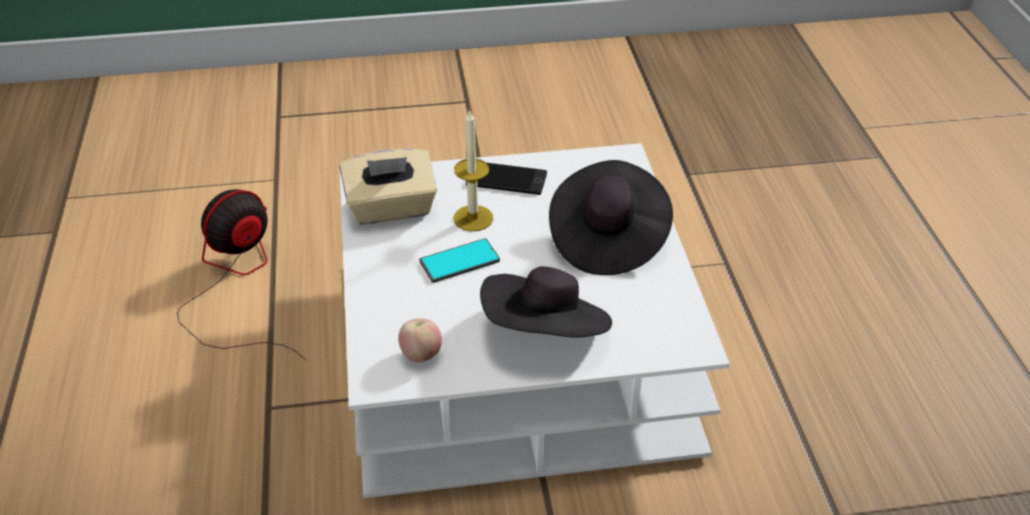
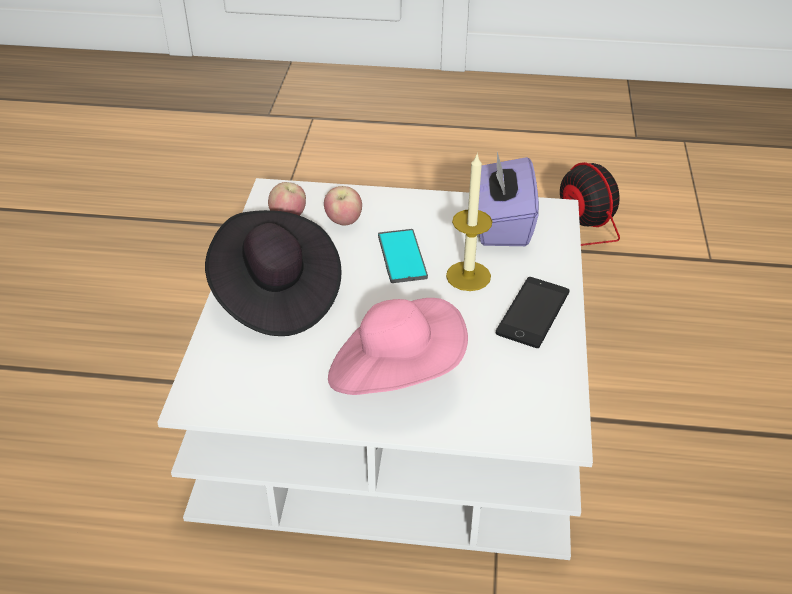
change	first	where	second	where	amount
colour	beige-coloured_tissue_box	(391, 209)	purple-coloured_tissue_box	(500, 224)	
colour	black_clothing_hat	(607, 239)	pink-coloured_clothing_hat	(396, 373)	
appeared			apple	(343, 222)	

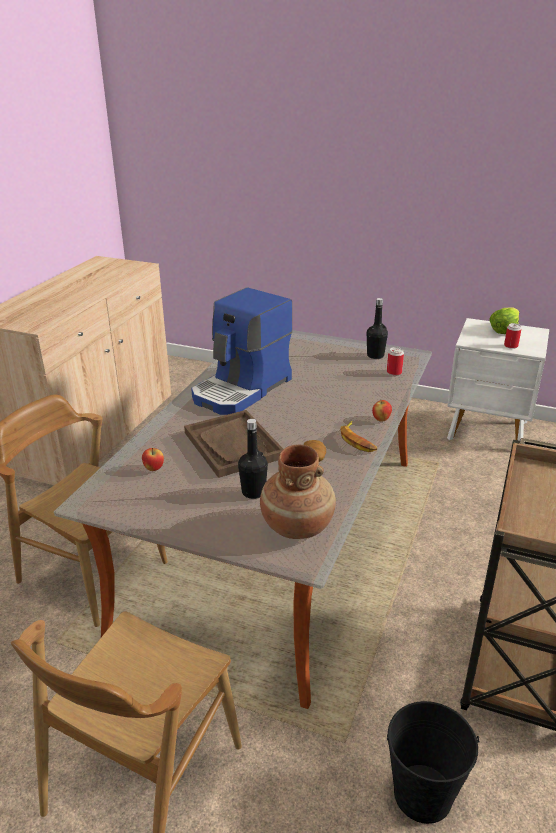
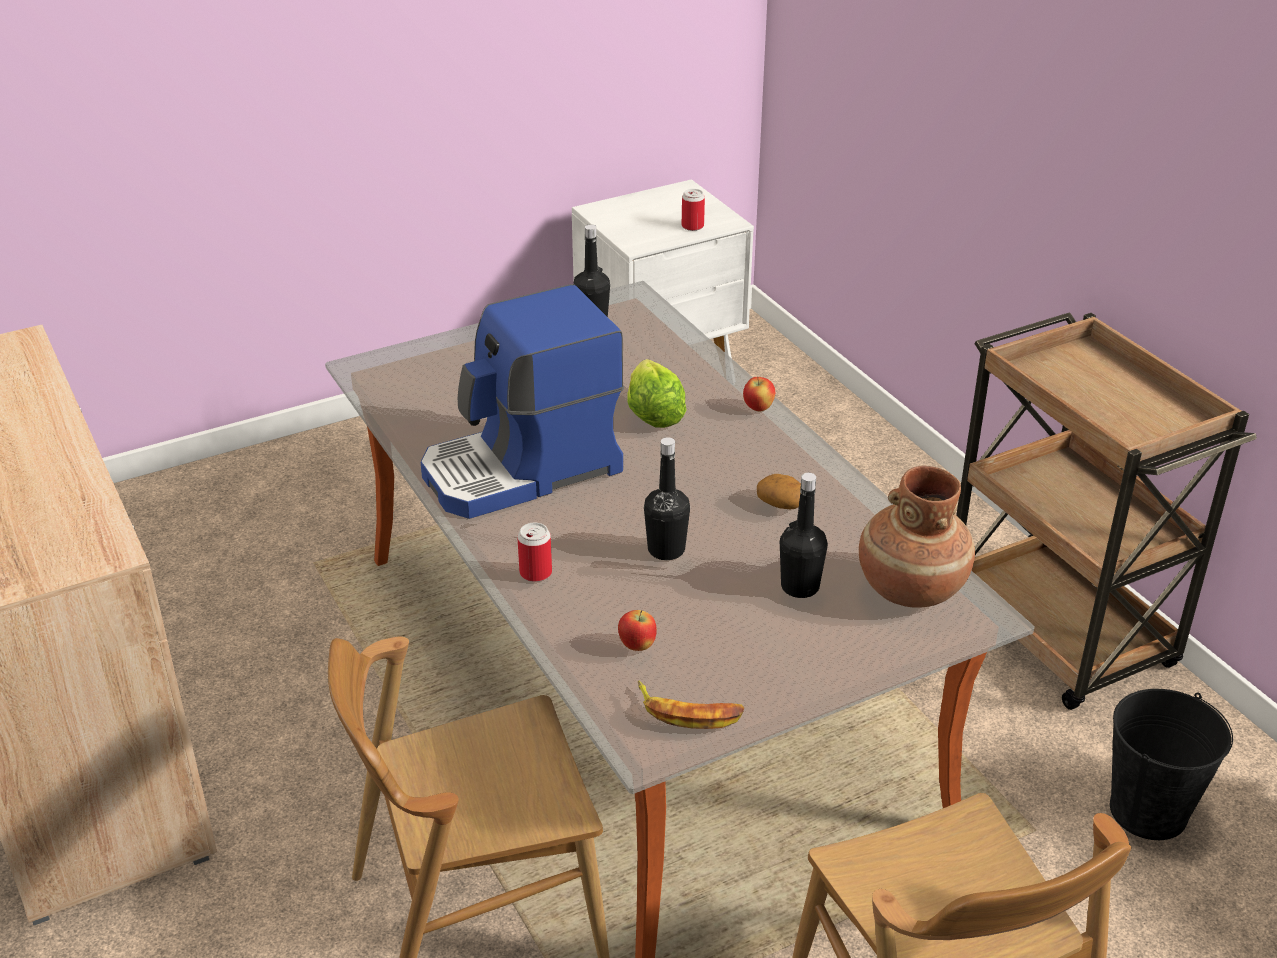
change	first	where	second	where	amount
exchanged	brown-coloured_serving_tray	(233, 445)	black_beverage_bottle	(666, 550)	
spun	coffee_machine	(242, 389)		(523, 470)	75 degrees clockwise
relocated	whole_banana	(357, 440)		(689, 712)	
relocated	can	(394, 372)		(535, 573)	
relocated	lettuce	(504, 330)		(653, 413)	

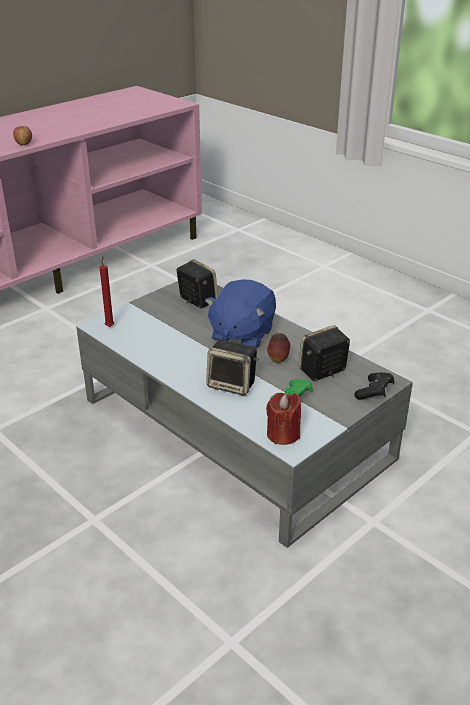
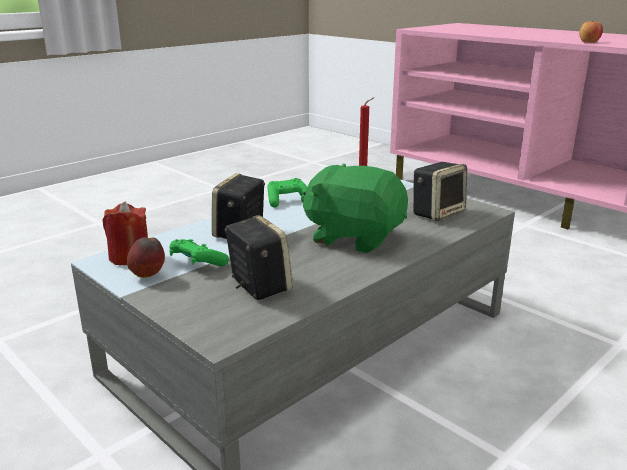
change	first	where	second	where	amount
colour	bluish_cuddly_toy	(241, 335)	green-coloured_cuddly_toy	(354, 237)	
relocated	apple	(278, 359)		(148, 276)	
missing	black_gamepad	(374, 393)			
appeared			green-coloured_gamepad	(287, 201)	

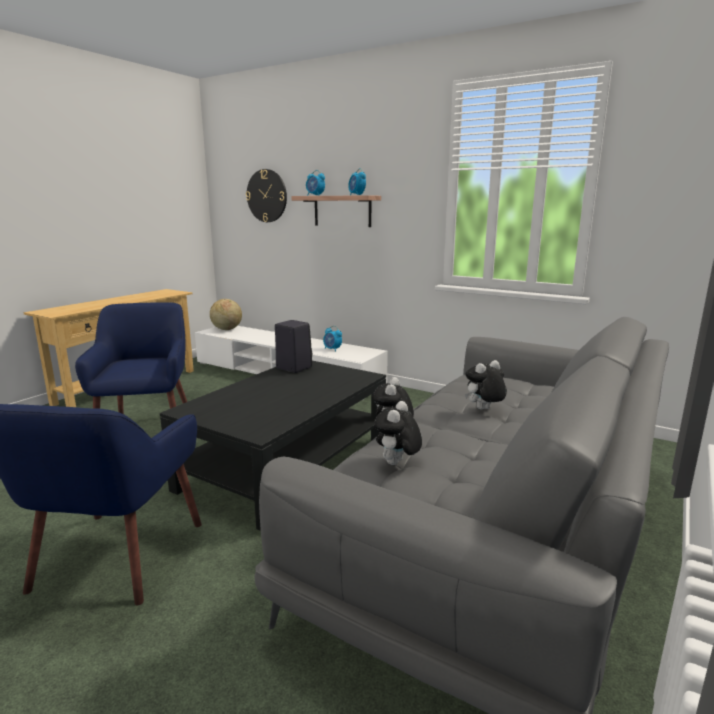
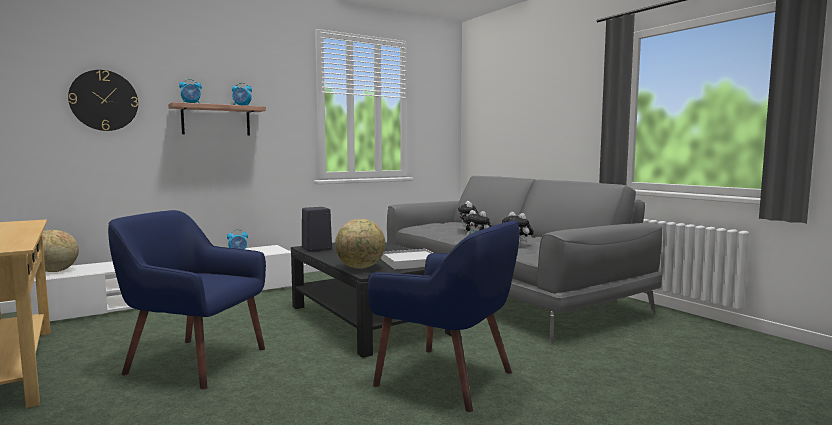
change	first	where	second	where	amount
appeared			globe	(360, 268)	
appeared			white-coloured_serving_tray	(411, 262)	

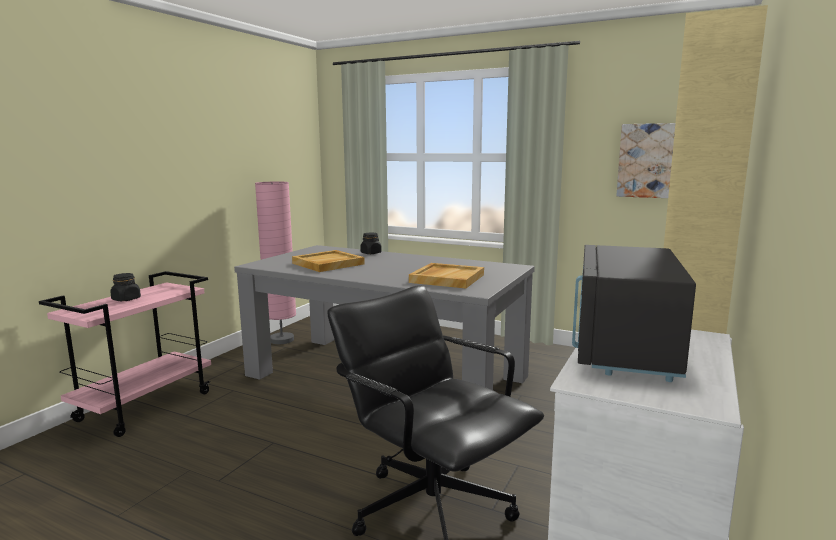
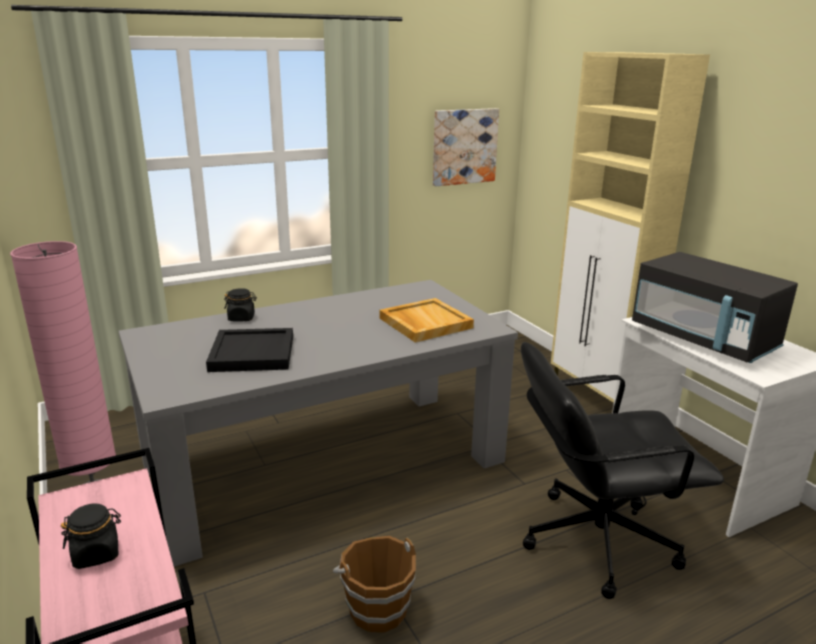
change	first	where	second	where	amount
colour	beige-coloured_serving_tray	(328, 264)	black_serving_tray	(253, 353)	
appeared			brown-coloured_water_bucket	(377, 608)	

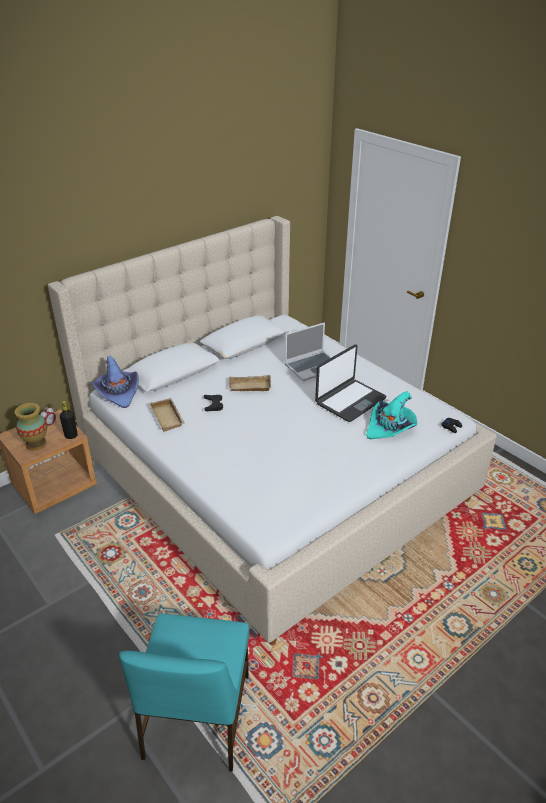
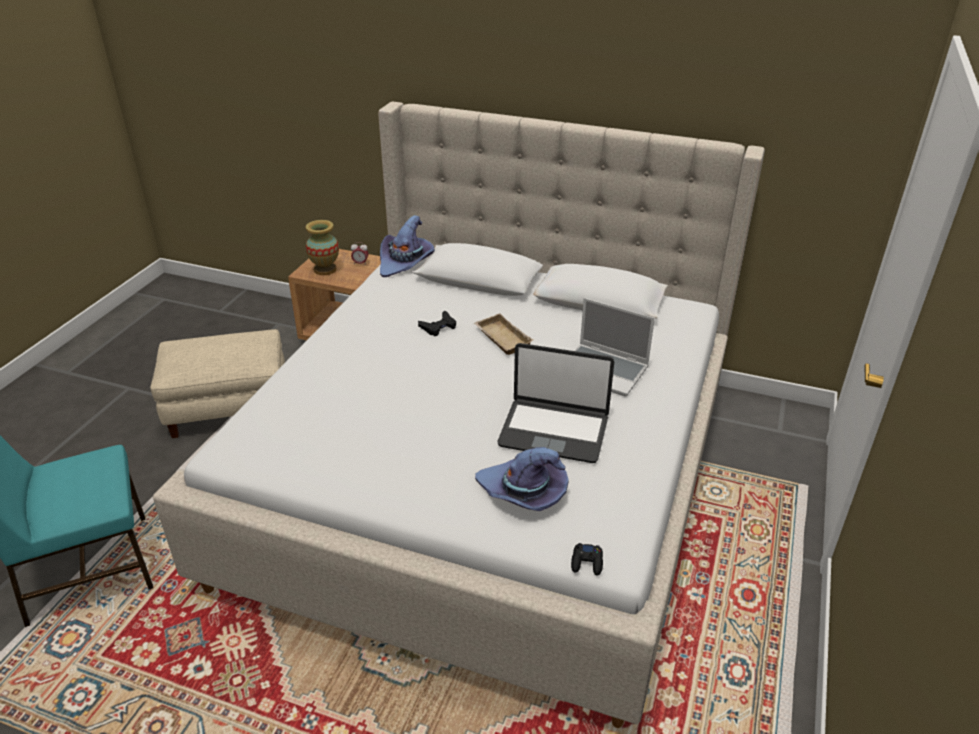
change	first	where	second	where	amount
missing	black_beverage_bottle	(71, 436)			
missing	beige-coloured_serving_tray	(168, 417)			
colour	blue-green_clothing_hat	(390, 427)	purple-coloured_clothing_hat	(523, 492)	
appeared			beige-coloured_pouffe	(230, 406)	

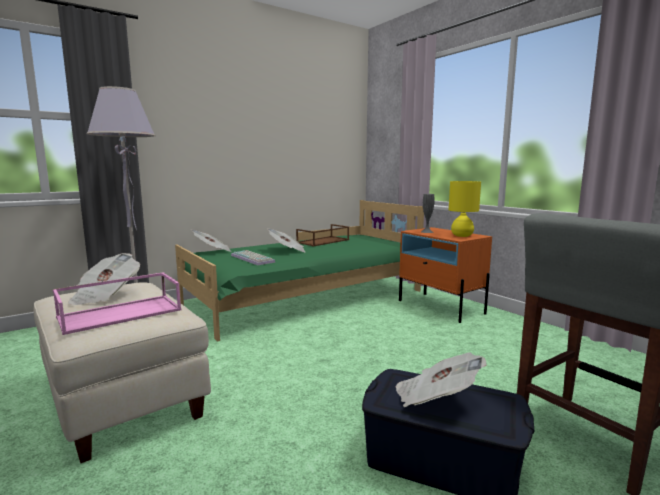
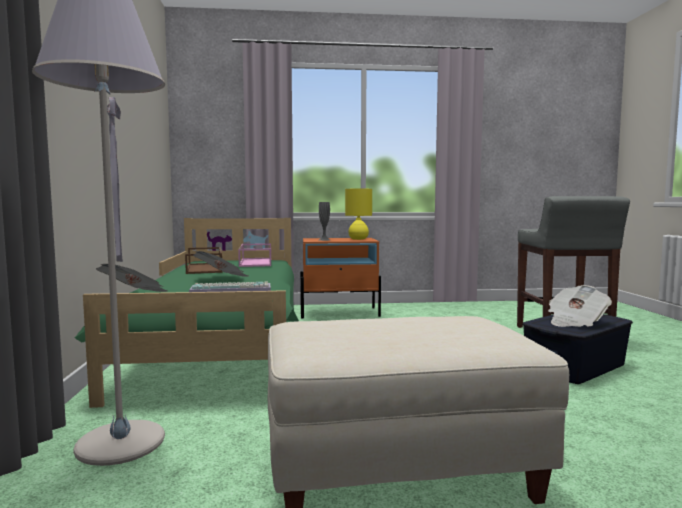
change	first	where	second	where	amount
relocated	pink-coloured_serving_tray	(121, 313)		(255, 262)	
missing	newspaper	(105, 295)			

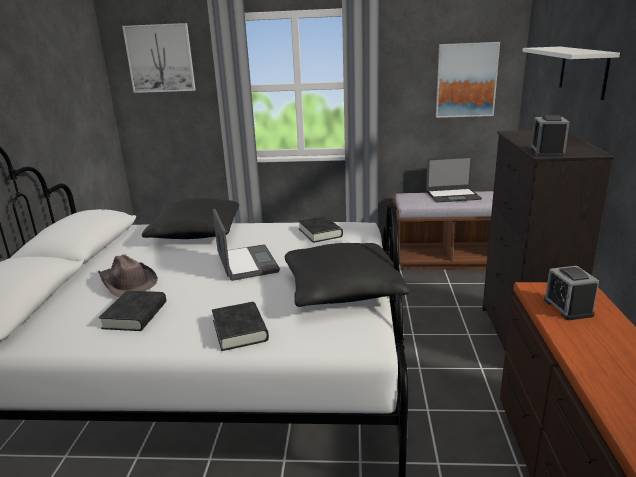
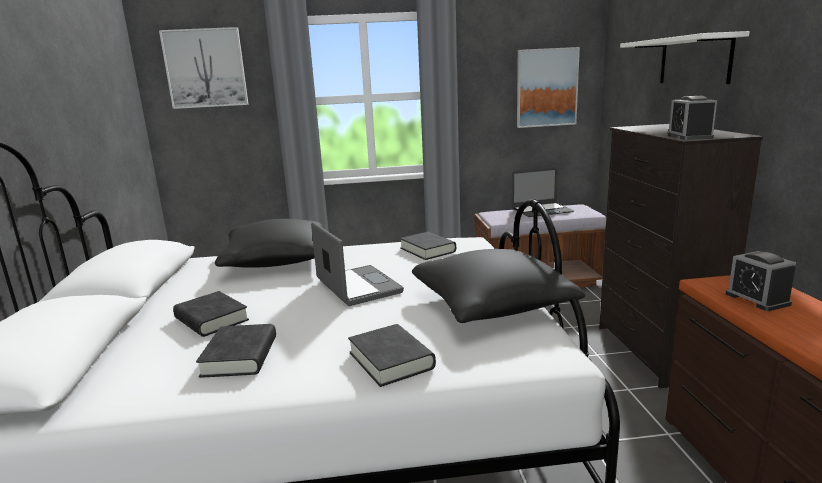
change	first	where	second	where	amount
exchanged	brown-coloured_clothing_hat	(127, 282)	black_volume	(211, 319)	

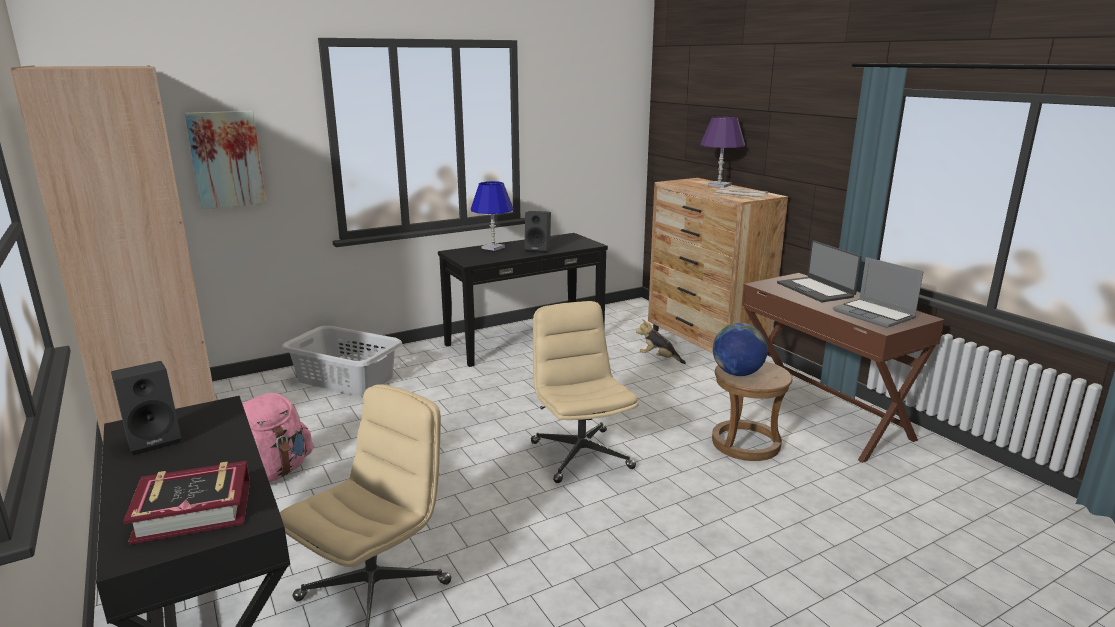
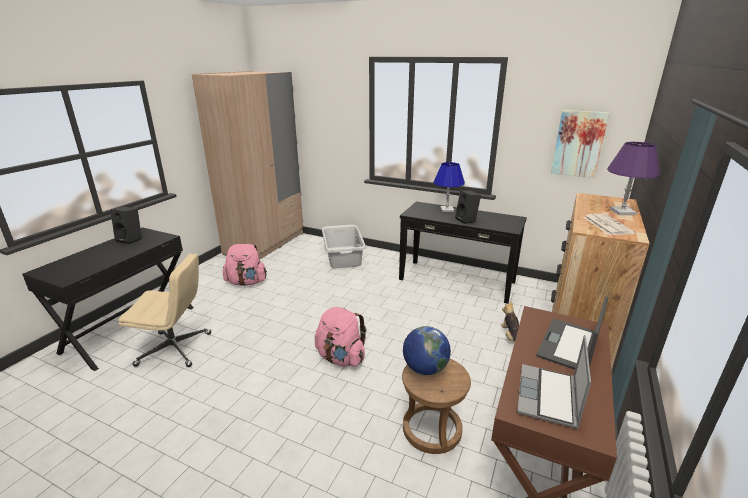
change	first	where	second	where	amount
missing	volume	(194, 510)			
relocated	picture	(226, 159)		(578, 144)	
exchanged	beige-coloured_office_chair	(580, 454)	pink-coloured_knapsack	(341, 358)	

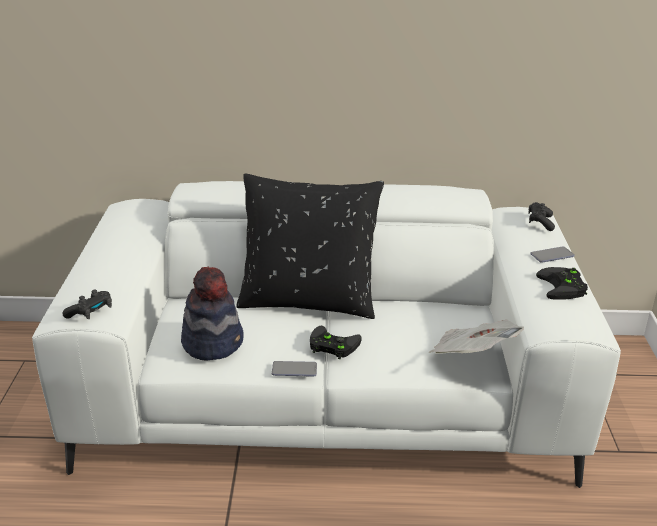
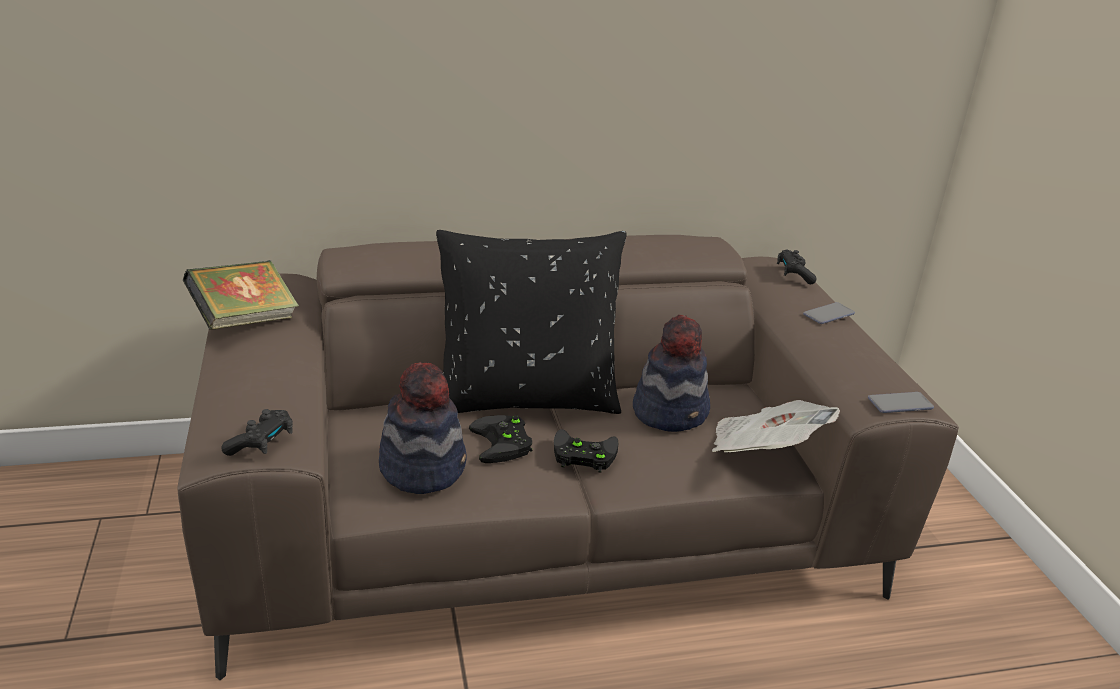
change	first	where	second	where	amount
colour	white-coloured_settee	(326, 401)	brown-coloured_settee	(546, 527)	
relocated	phone	(294, 370)		(900, 404)	
relocated	black_gamepad	(564, 288)		(504, 444)	
appeared			volume	(244, 321)	
appeared			clothing_hat	(671, 411)	

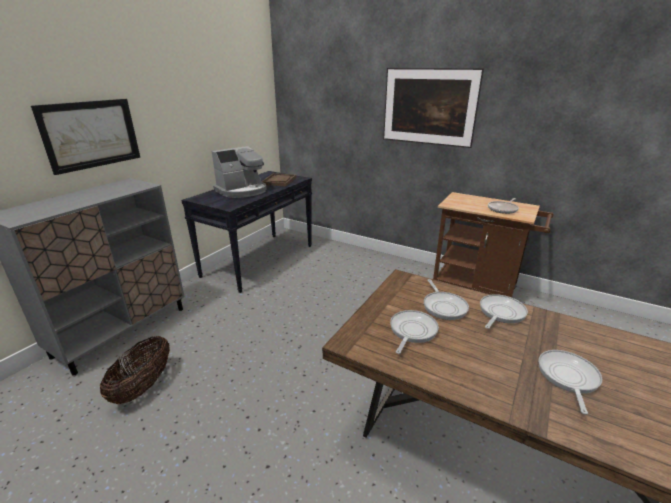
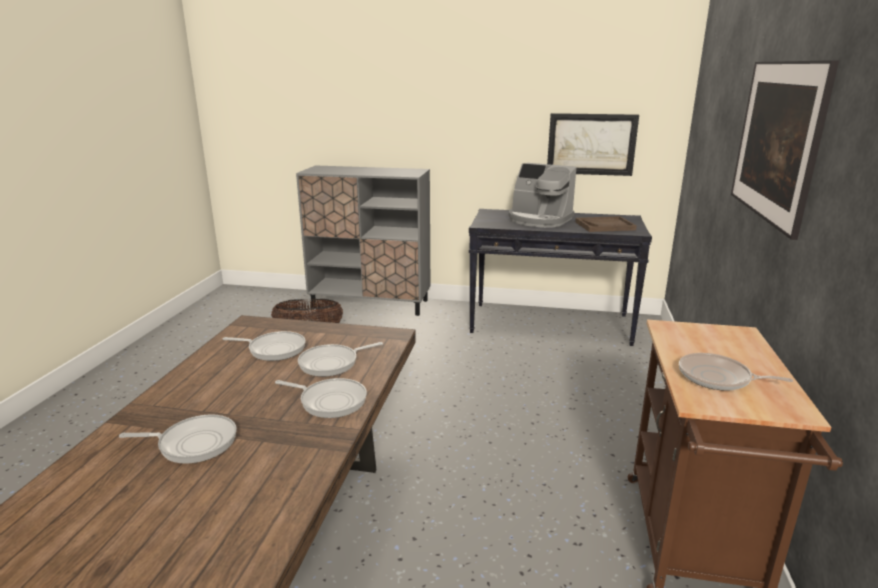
change	first	where	second	where	amount
relocated	picture	(91, 134)		(591, 144)	

